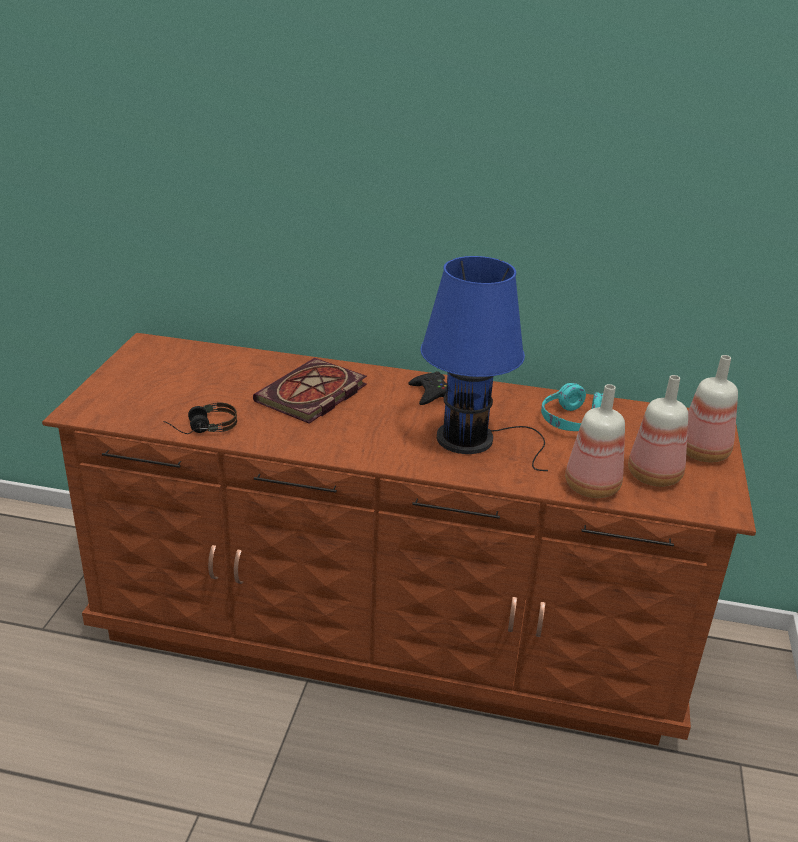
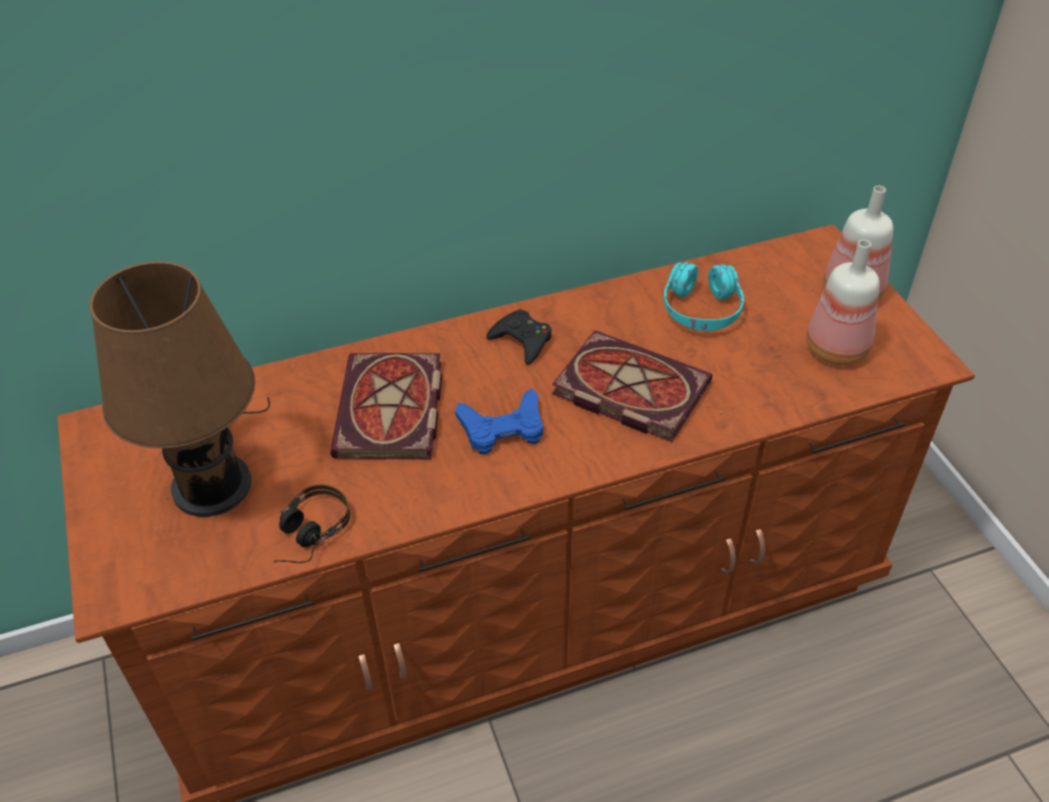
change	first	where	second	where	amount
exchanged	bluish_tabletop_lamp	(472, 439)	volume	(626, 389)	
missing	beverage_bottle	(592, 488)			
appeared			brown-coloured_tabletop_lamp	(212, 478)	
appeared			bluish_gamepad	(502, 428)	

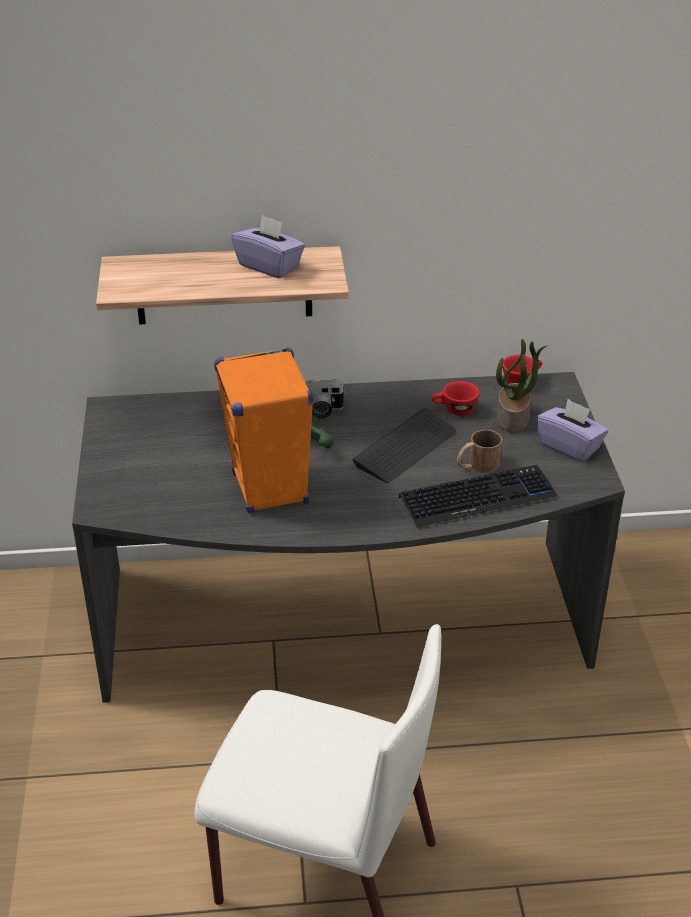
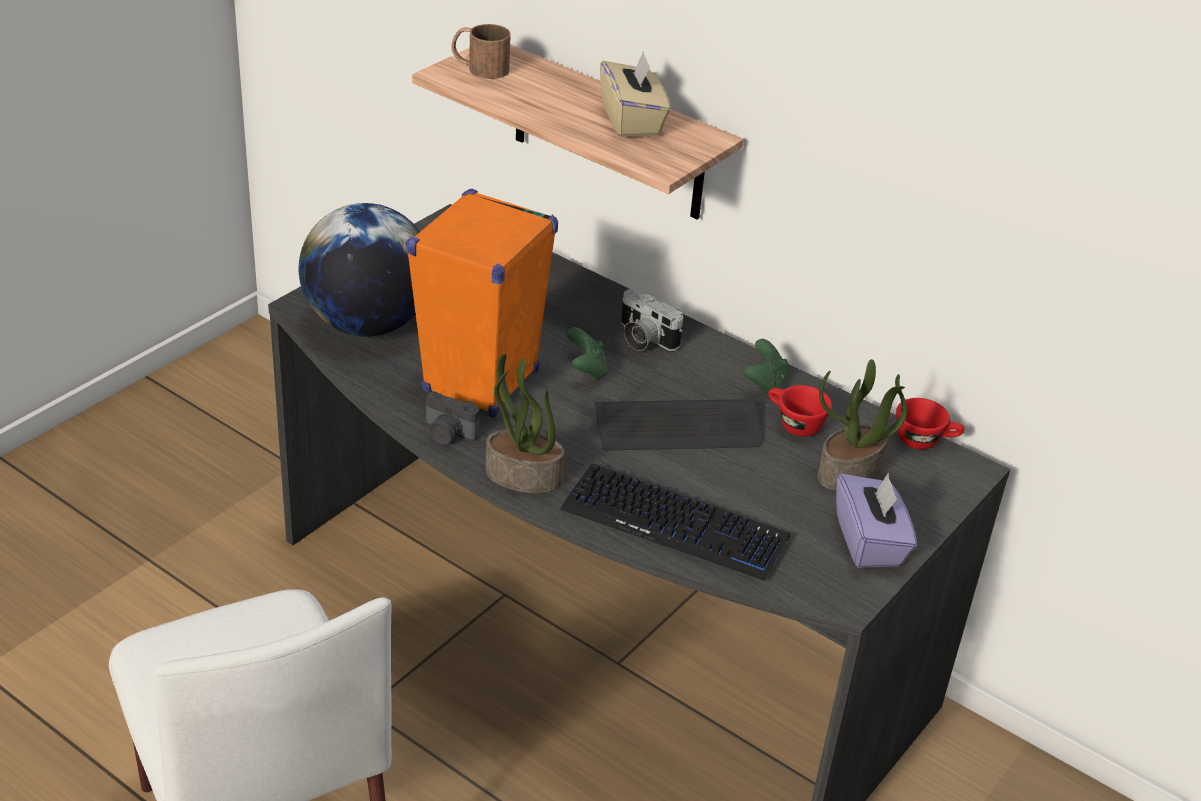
change	first	where	second	where	amount
colour	purple-coloured_tissue_box	(269, 266)	beige-coloured_tissue_box	(632, 121)	
relocated	brown-coloured_tea_mug	(477, 465)		(479, 67)	
appeared			globe	(367, 325)	
appeared			photo_camera	(448, 434)	
appeared			plant_in_a_pot	(522, 477)	
appeared			green-coloured_gamepad	(764, 383)	

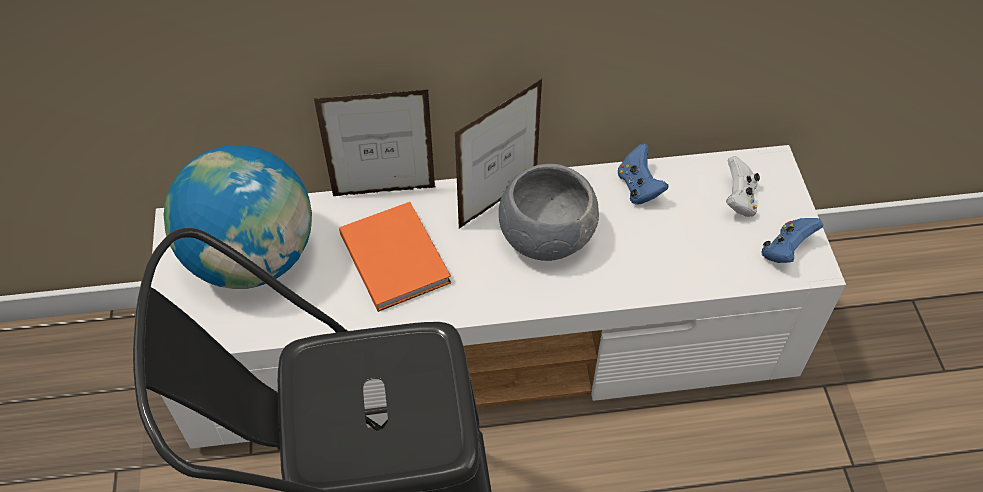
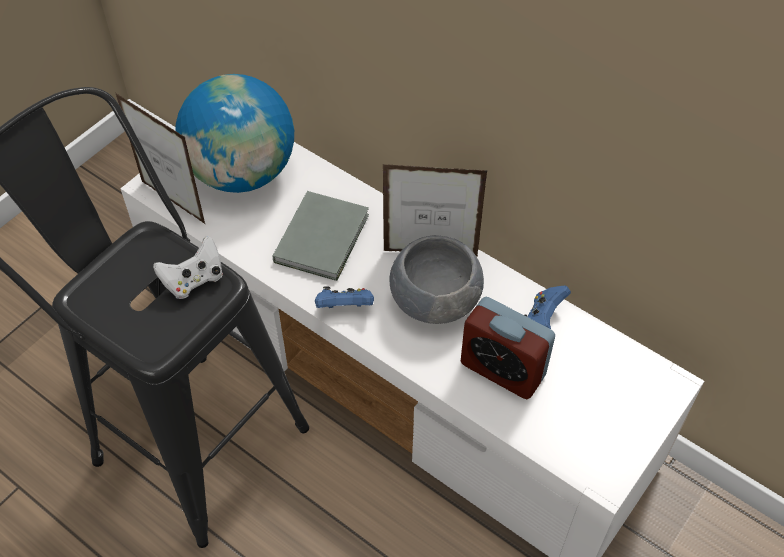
change	first	where	second	where	amount
relocated	picture_frame	(384, 191)		(173, 202)	
colour	orange-coloured_volume	(395, 256)	greyish_volume	(324, 236)	
relocated	white-coloured_gamepad	(738, 199)		(194, 280)	
relocated	bluish_gamepad	(785, 251)		(345, 307)	
appeared			bedside_clock	(502, 369)	

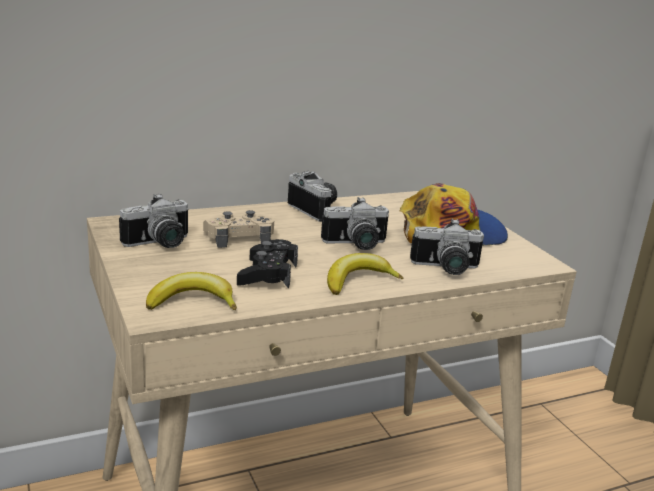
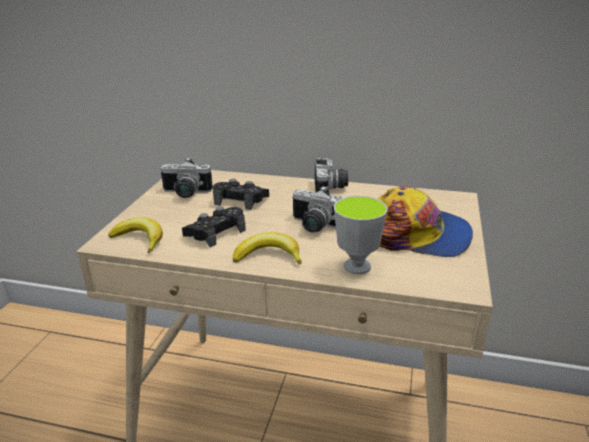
change	first	where	second	where	amount
colour	beige-coloured_gamepad	(239, 238)	black_gamepad	(240, 200)	
exchanged	photo_camera	(446, 269)	small_cup	(357, 266)	

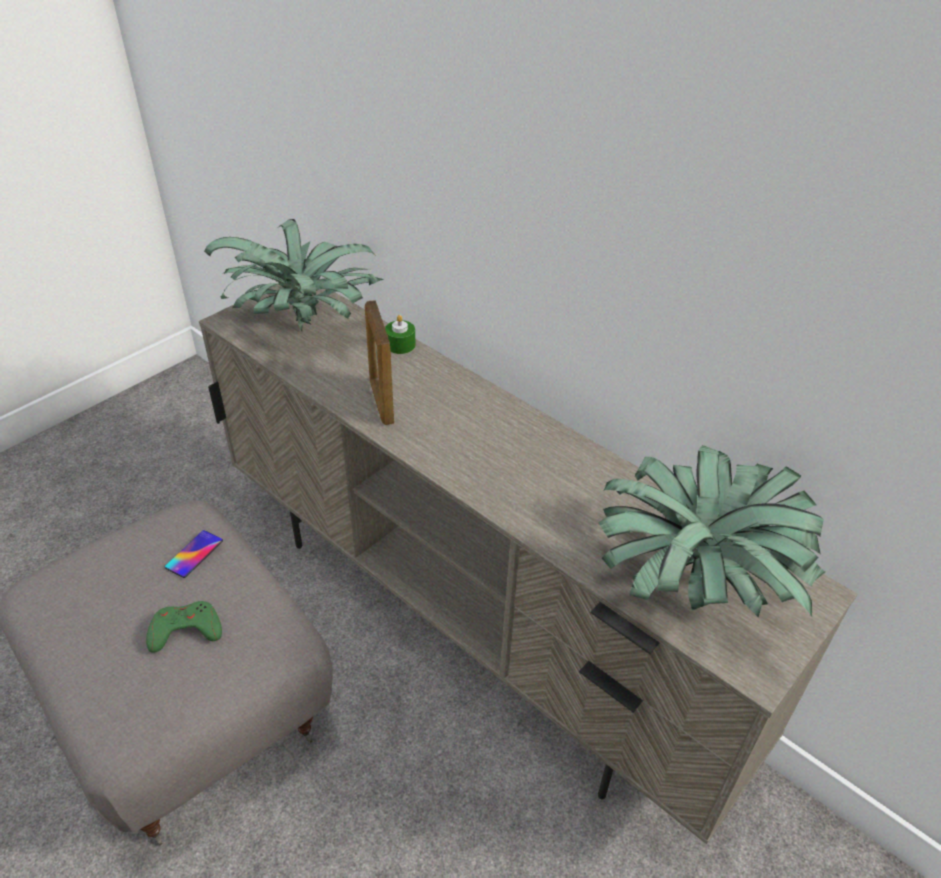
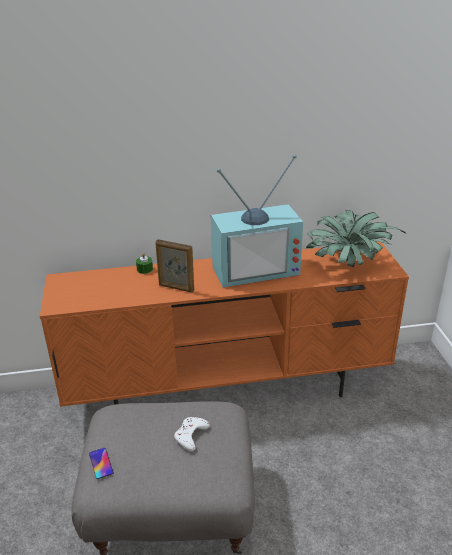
change	first	where	second	where	amount
colour	green-coloured_gamepad	(185, 630)	white-coloured_gamepad	(191, 435)	
relocated	phone	(194, 554)		(101, 463)	
colour	beige-coloured_media_console	(470, 626)	orange-coloured_media_console	(229, 390)	
missing	plant_in_a_pot	(306, 325)			
appeared			television	(255, 268)	

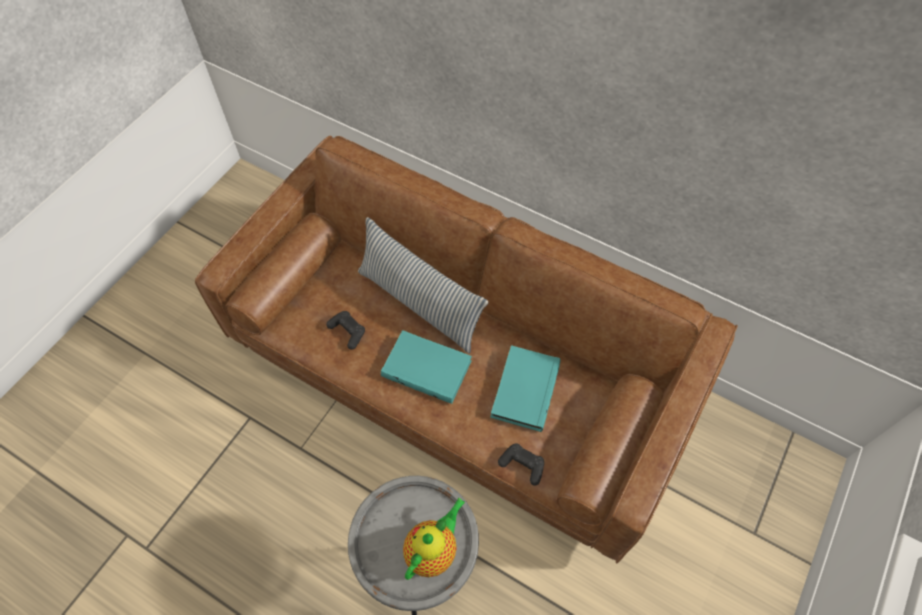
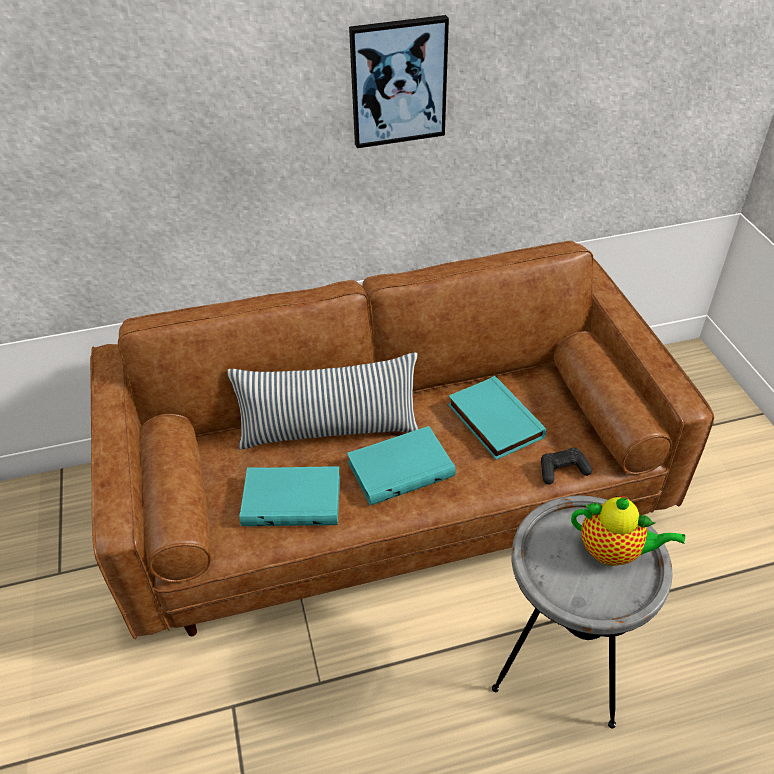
change	first	where	second	where	amount
exchanged	black_gamepad	(348, 331)	blue-green_volume	(293, 498)	
spun	pot_for_tea	(433, 550)		(614, 552)	120 degrees clockwise
appeared			picture	(398, 82)	

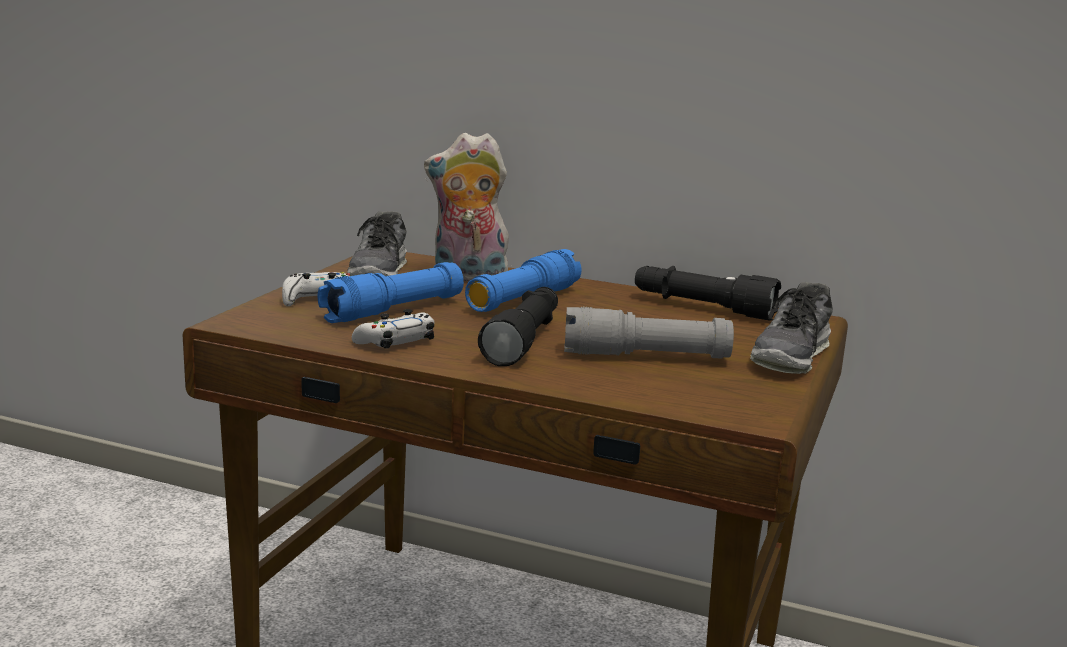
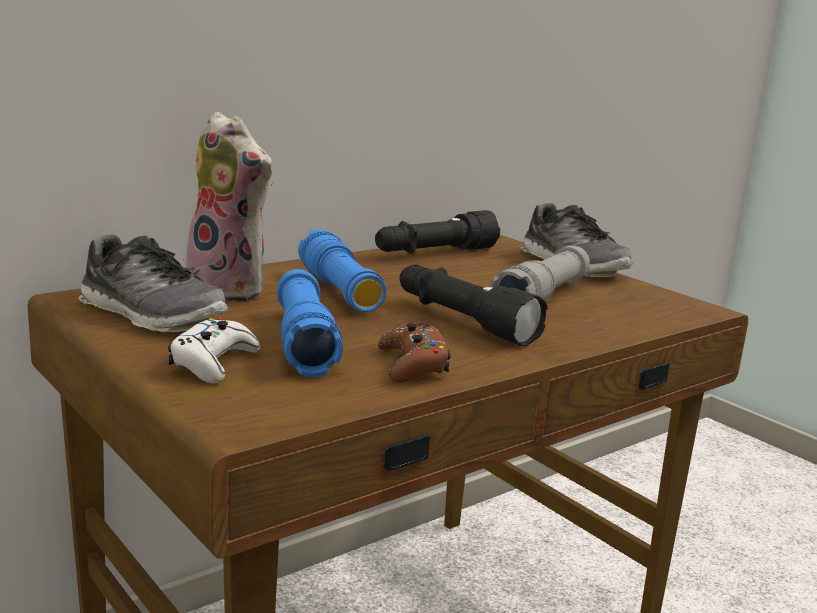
change	first	where	second	where	amount
colour	white-coloured_gamepad	(396, 341)	brown-coloured_gamepad	(413, 365)	
spun	cuddly_toy	(467, 277)		(232, 289)	90 degrees counterclockwise

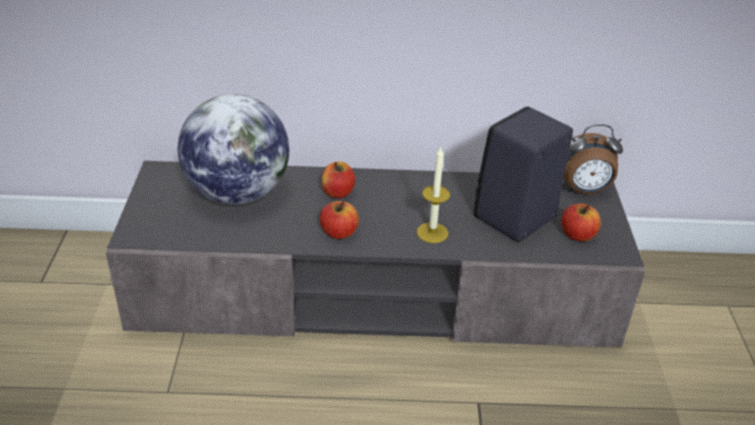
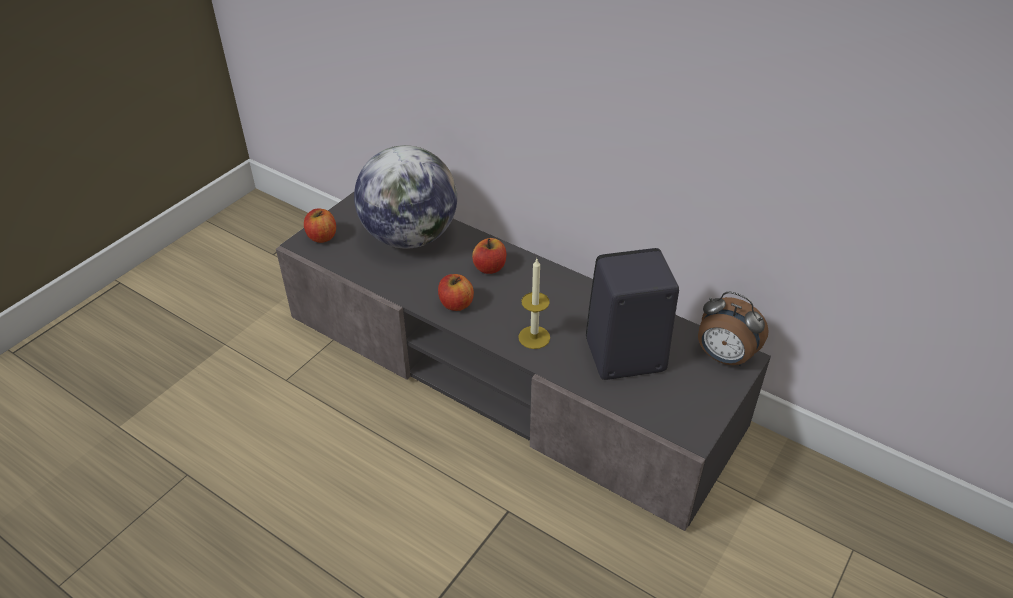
change	first	where	second	where	amount
relocated	apple	(577, 235)		(322, 237)	

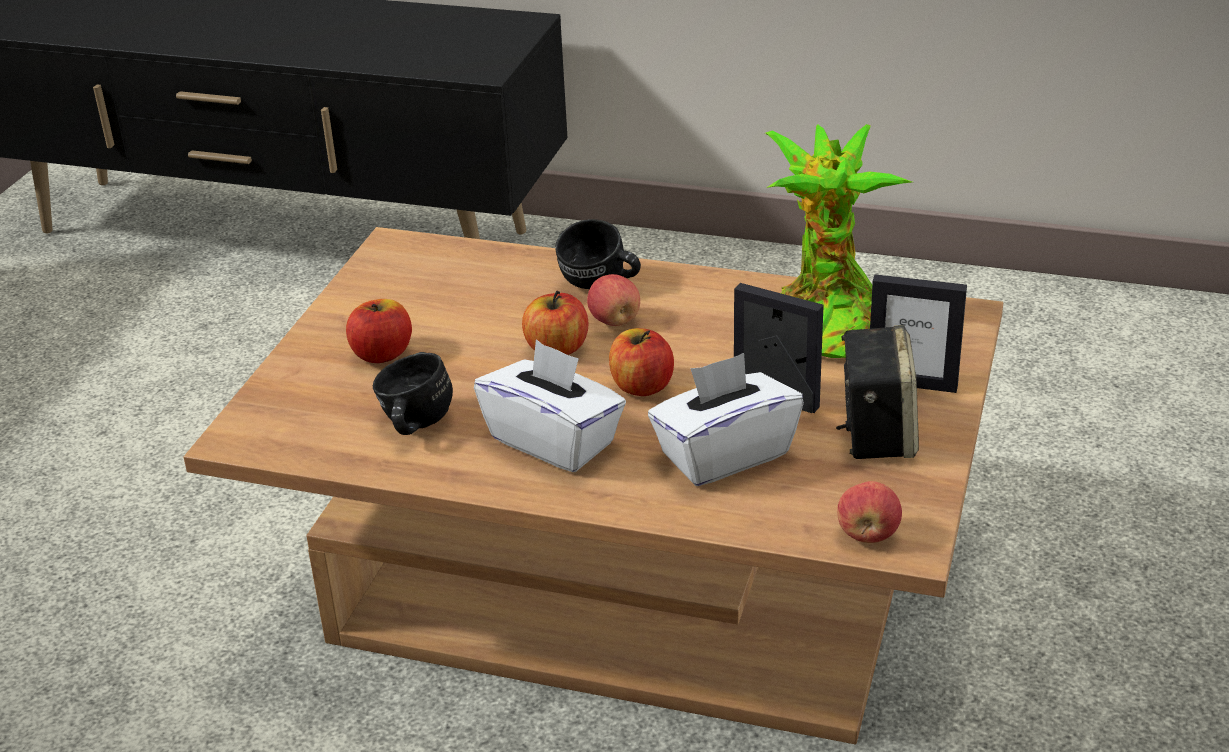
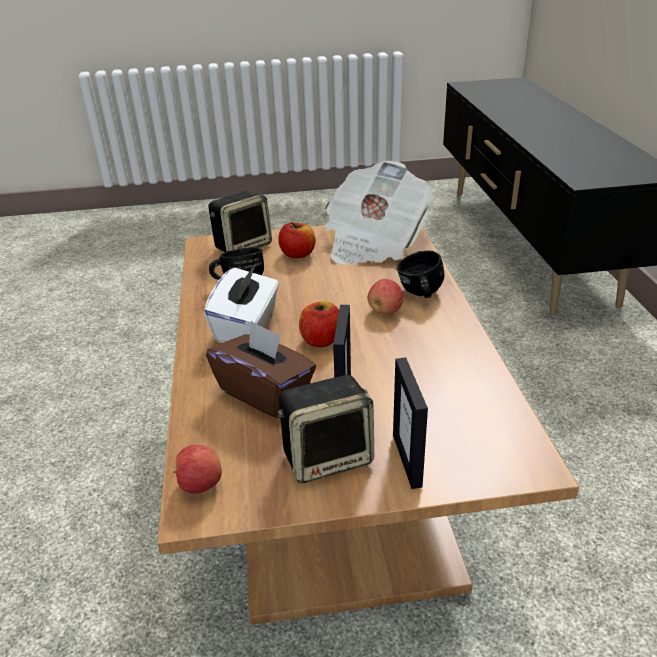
change	first	where	second	where	amount
missing	apple	(557, 349)			
colour	white-coloured_tissue_box	(724, 454)	brown-coloured_tissue_box	(265, 392)	
missing	plant_in_a_pot	(828, 324)			
appeared			speaker	(243, 245)	
appeared			newspaper	(373, 242)	

